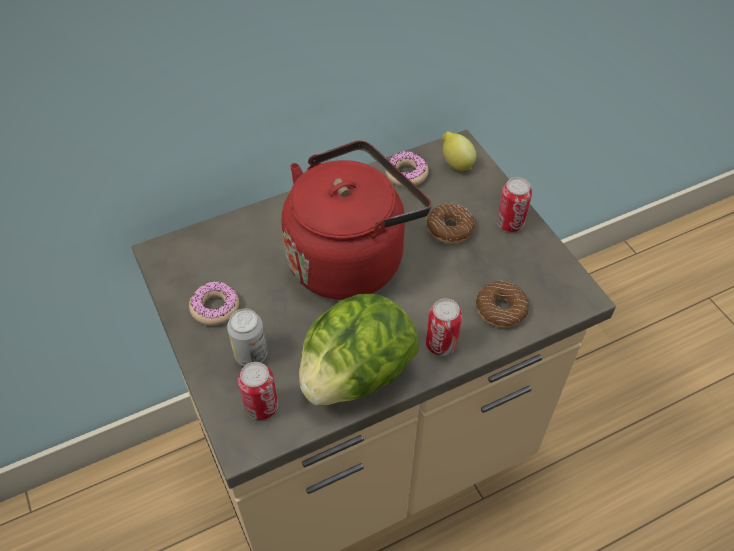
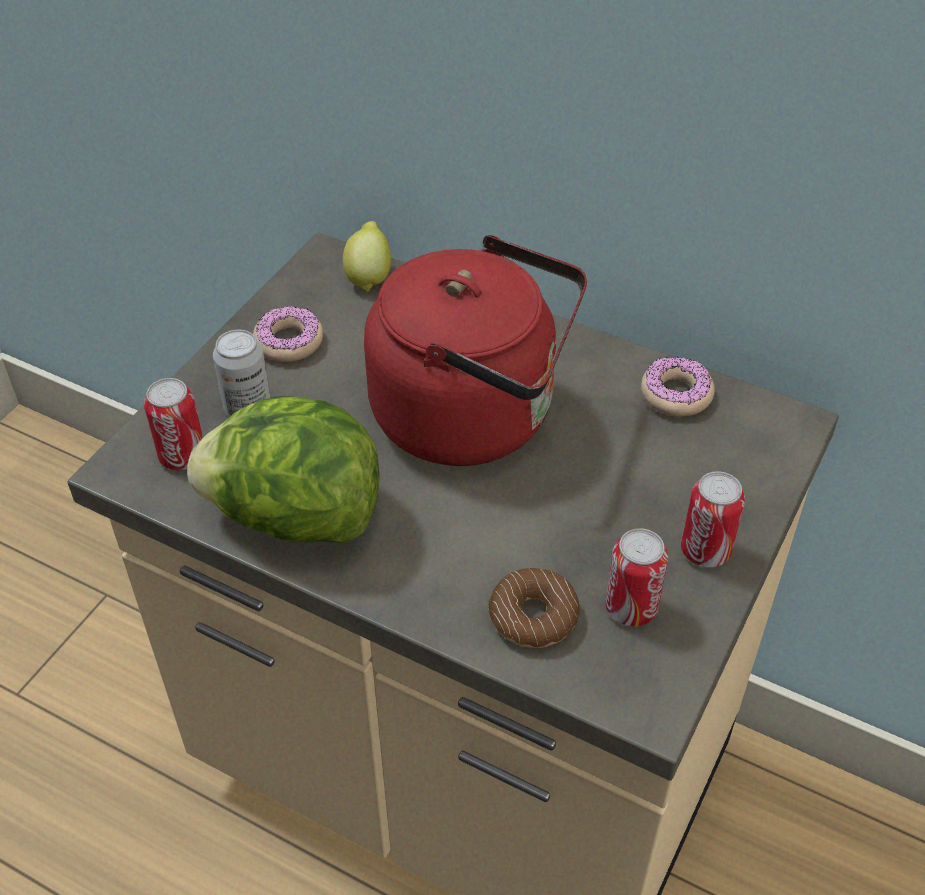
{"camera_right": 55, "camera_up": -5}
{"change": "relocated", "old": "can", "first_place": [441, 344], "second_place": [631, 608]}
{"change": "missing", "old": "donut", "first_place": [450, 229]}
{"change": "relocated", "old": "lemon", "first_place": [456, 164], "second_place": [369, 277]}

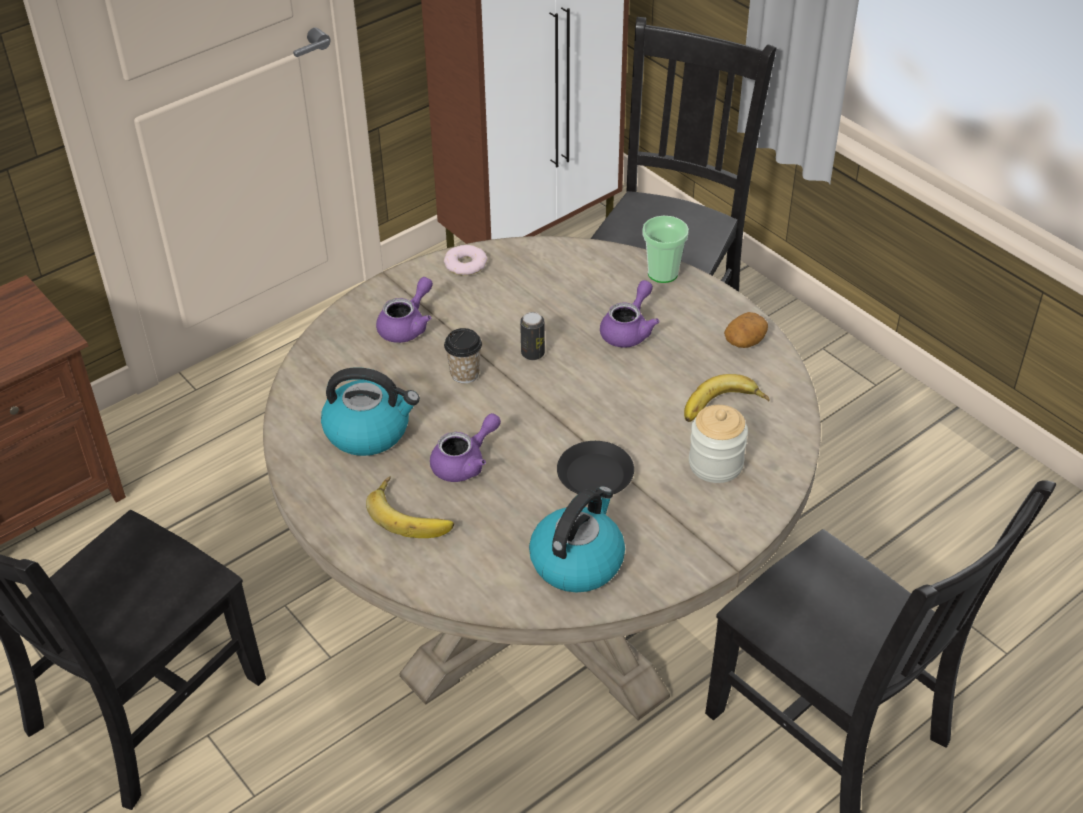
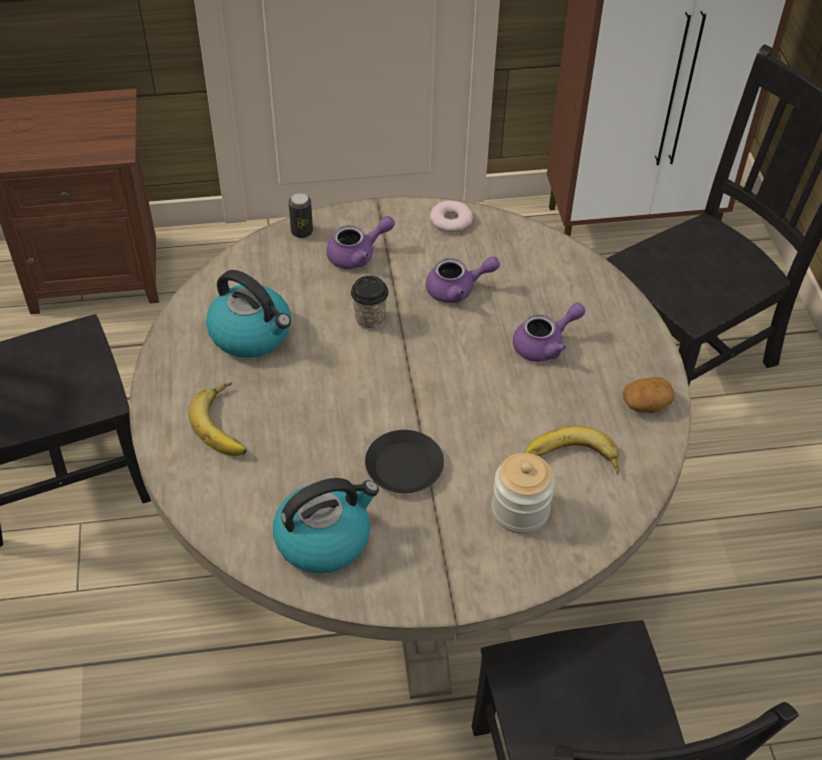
{"camera_right": 30, "camera_up": 5}
{"change": "relocated", "old": "purple_teapot", "first_place": [465, 463], "second_place": [457, 290]}
{"change": "relocated", "old": "can", "first_place": [533, 353], "second_place": [302, 231]}
{"change": "missing", "old": "cup", "first_place": [662, 273]}

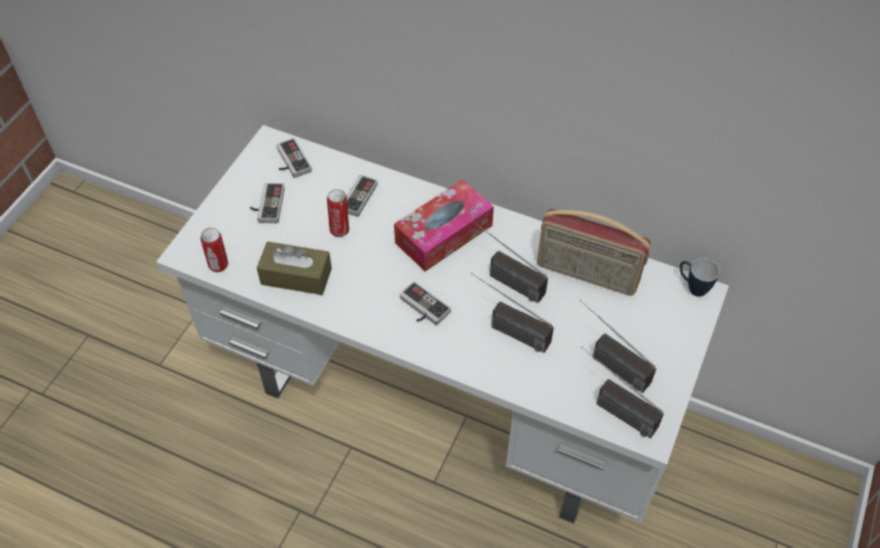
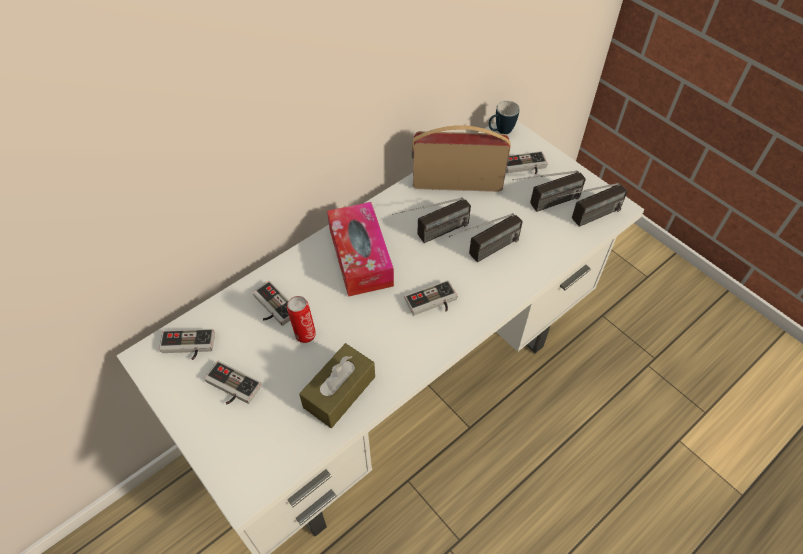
{"camera_right": -65, "camera_up": 0}
{"change": "missing", "old": "can", "first_place": [219, 265]}
{"change": "spun", "old": "radio", "first_place": [586, 275], "second_place": [457, 183], "degrees": -135}
{"change": "appeared", "new": "game_controller", "second_place": [525, 167]}

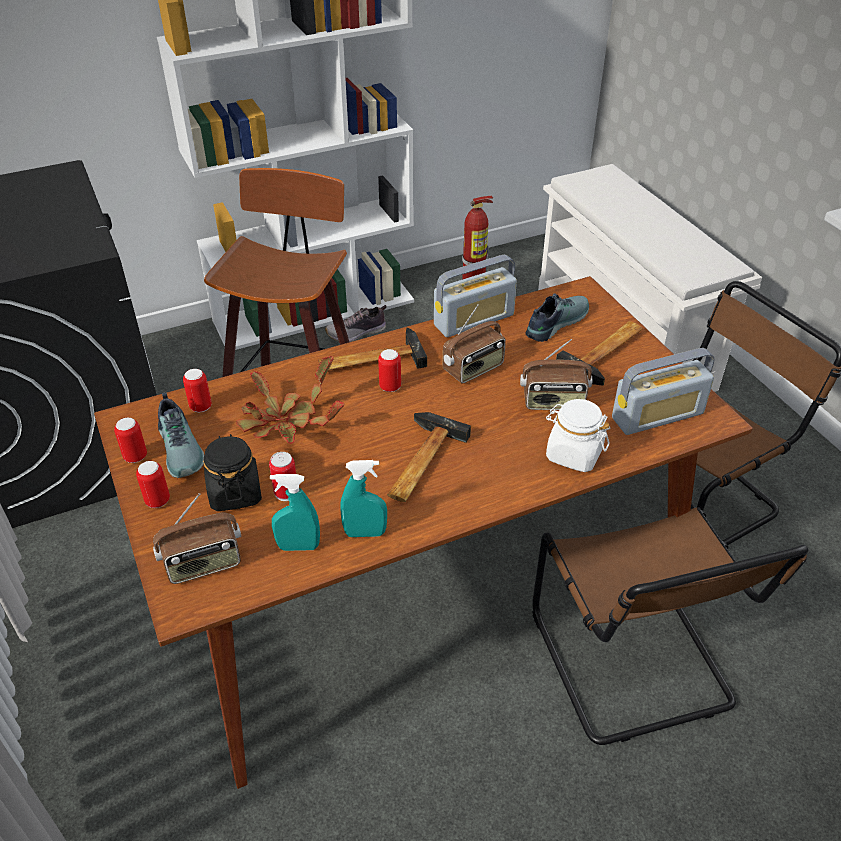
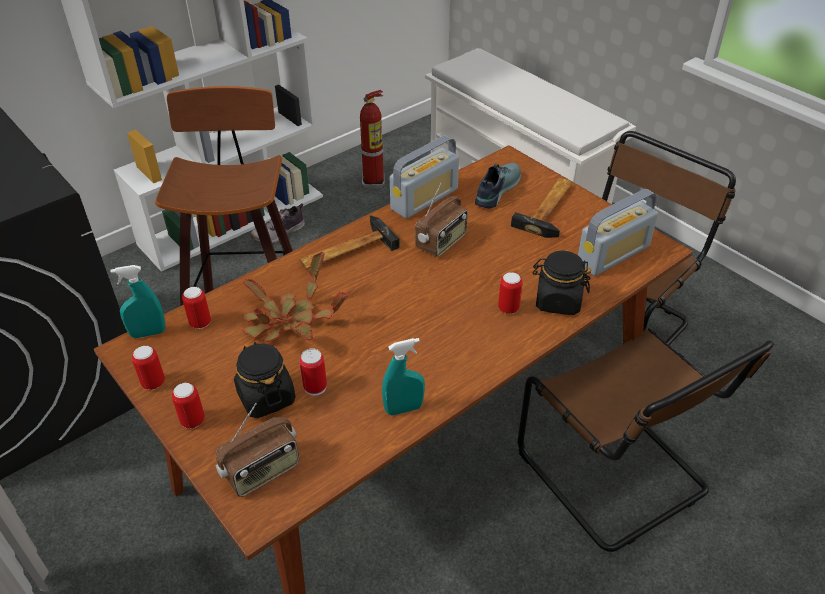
{"camera_right": -15, "camera_up": 0}
{"change": "missing", "old": "shoe", "first_place": [182, 448]}
{"change": "relocated", "old": "turquoise_spray_bottle", "first_place": [298, 546], "second_place": [148, 333]}
{"change": "relocated", "old": "can", "first_place": [390, 387], "second_place": [508, 308]}
{"change": "missing", "old": "hammer", "first_place": [419, 463]}
{"change": "missing", "old": "radio", "first_place": [553, 402]}
{"change": "colour", "old": "white_jar", "new": "black_jar", "first_place": [573, 454], "second_place": [557, 301]}

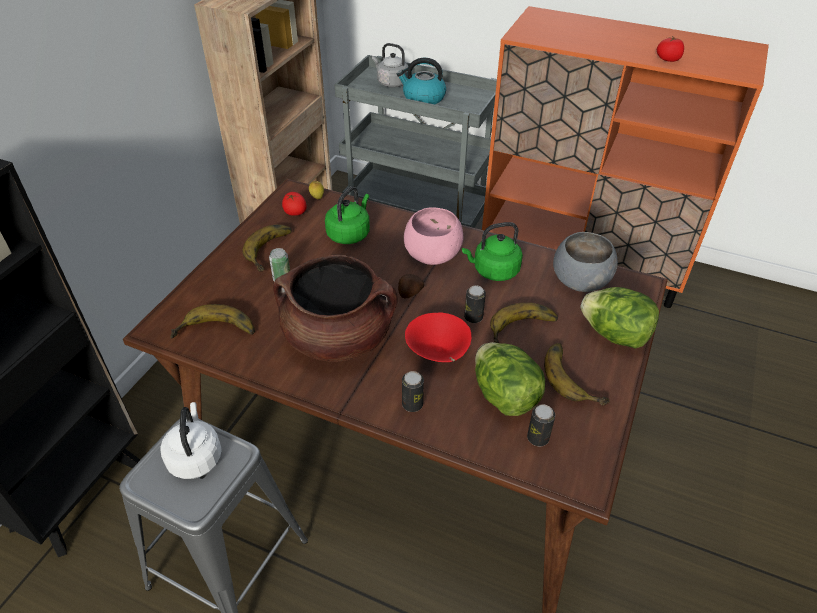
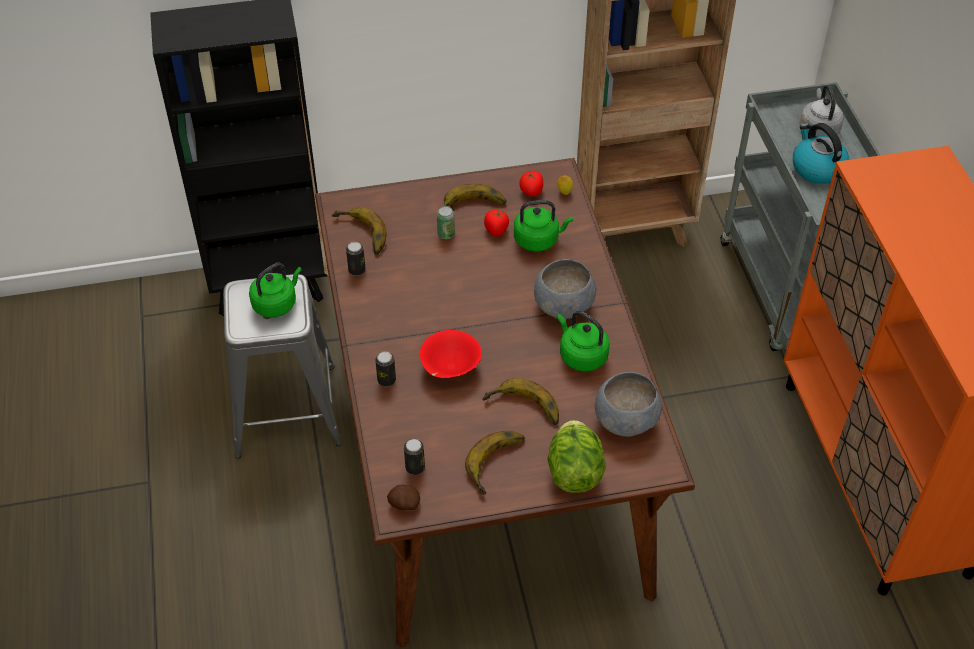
{"camera_right": 55, "camera_up": 5}
{"change": "colour", "old": "white_kettle", "new": "green_kettle", "first_place": [195, 457], "second_place": [276, 303]}
{"change": "missing", "old": "brown_cooking_pot", "first_place": [339, 338]}
{"change": "relocated", "old": "potato", "first_place": [409, 293], "second_place": [404, 504]}
{"change": "colour", "old": "pink_bowl", "new": "grey_bowl", "first_place": [431, 255], "second_place": [562, 305]}
{"change": "relocated", "old": "can", "first_place": [473, 317], "second_place": [357, 270]}
{"change": "missing", "old": "lettuce", "first_place": [504, 396]}
{"change": "relocated", "old": "tomato", "first_place": [668, 59], "second_place": [496, 230]}

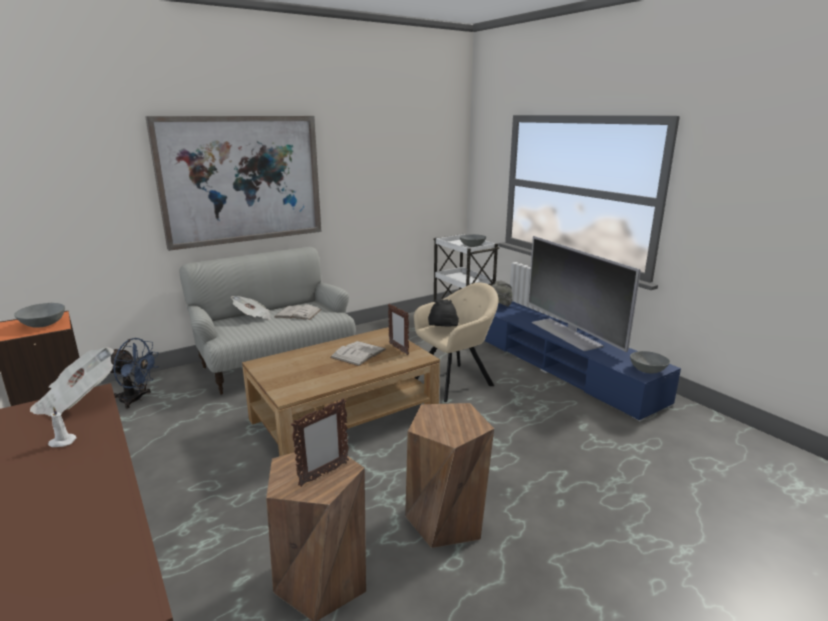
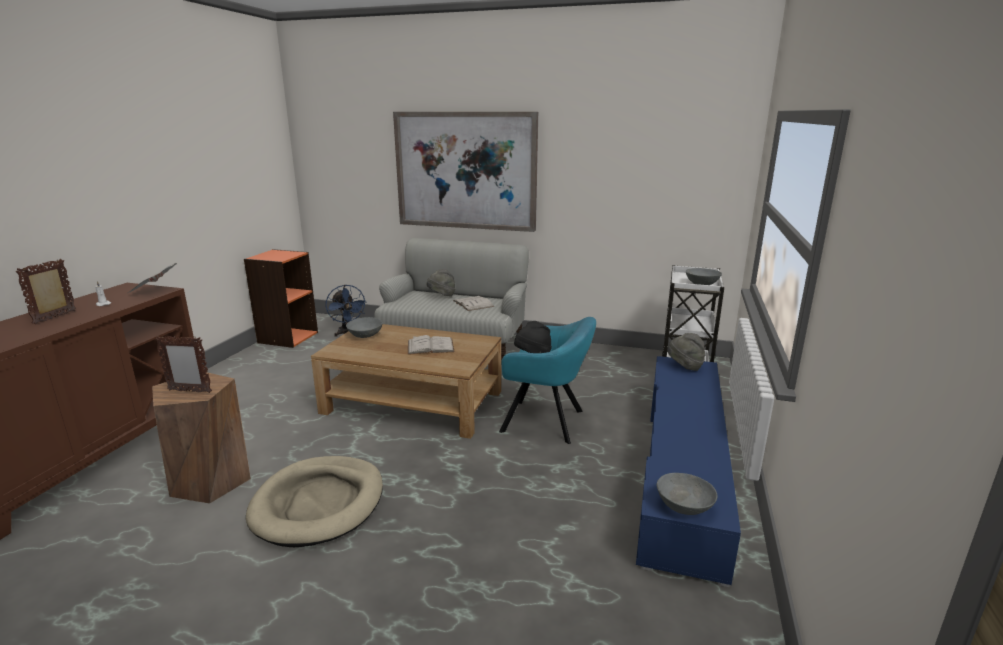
{"camera_right": 50, "camera_up": 0}
{"change": "relocated", "old": "grey_bowl", "first_place": [43, 324], "second_place": [365, 335]}
{"change": "exchanged", "old": "newspaper", "new": "grey_hat", "first_place": [253, 317], "second_place": [441, 296]}
{"change": "relocated", "old": "picture_frame", "first_place": [398, 349], "second_place": [56, 317]}
{"change": "exchanged", "old": "brown_stool", "new": "beige_dog_bed", "first_place": [446, 519], "second_place": [319, 504]}
{"change": "colour", "old": "beige_armchair", "new": "turquoise_armchair", "first_place": [456, 381], "second_place": [546, 421]}
{"change": "missing", "old": "television", "first_place": [566, 333]}

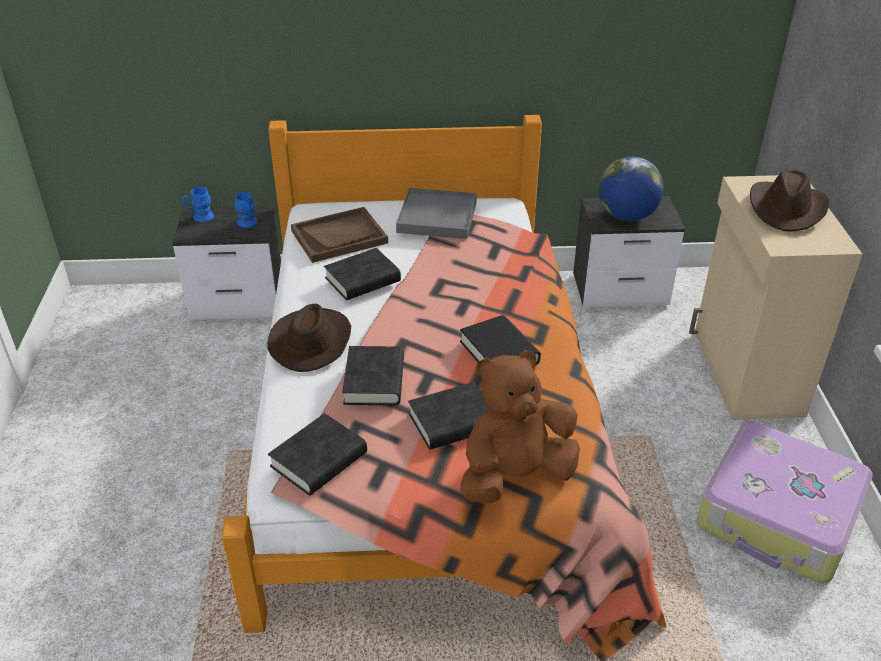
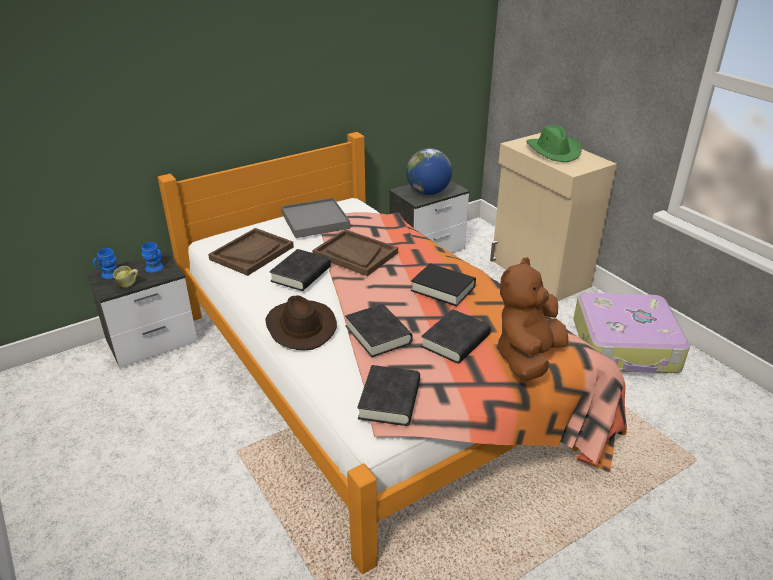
{"camera_right": -30, "camera_up": -5}
{"change": "colour", "old": "brown_hat", "new": "green_hat", "first_place": [787, 209], "second_place": [554, 151]}
{"change": "appeared", "new": "mug", "second_place": [129, 285]}
{"change": "appeared", "new": "brown_tray", "second_place": [355, 254]}

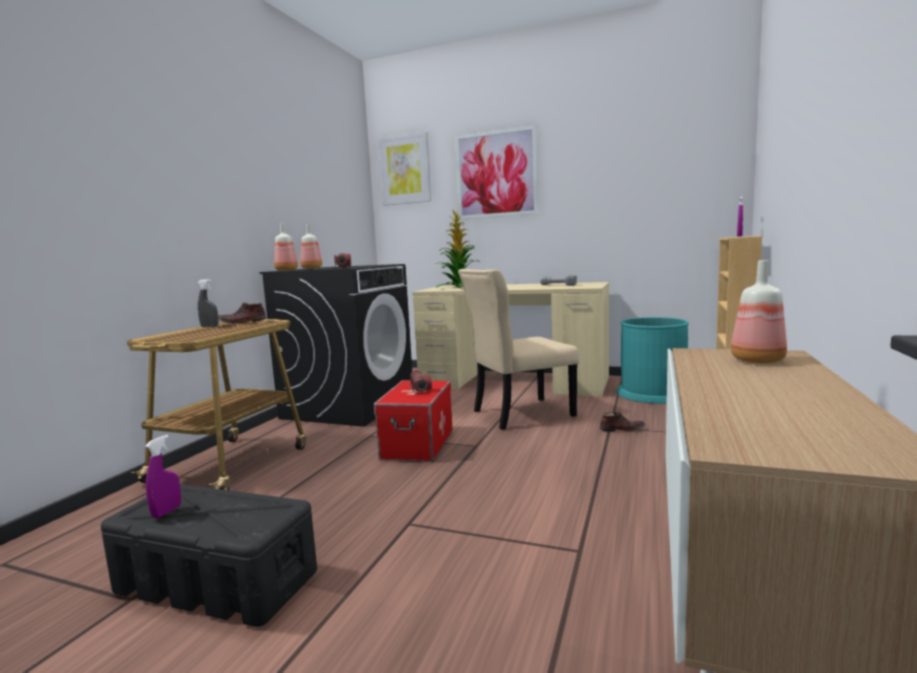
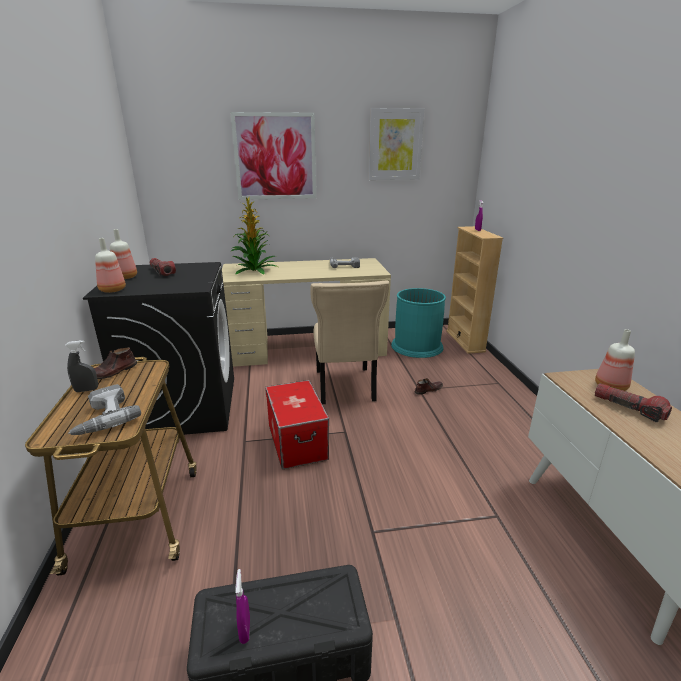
{"camera_right": -30, "camera_up": 15}
{"change": "relocated", "old": "picture", "first_place": [405, 169], "second_place": [395, 145]}
{"change": "relocated", "old": "flashlight", "first_place": [419, 387], "second_place": [629, 408]}
{"change": "spun", "old": "beige_chair", "first_place": [519, 414], "second_place": [345, 387], "degrees": -45}
{"change": "appeared", "new": "power_drill", "second_place": [102, 417]}

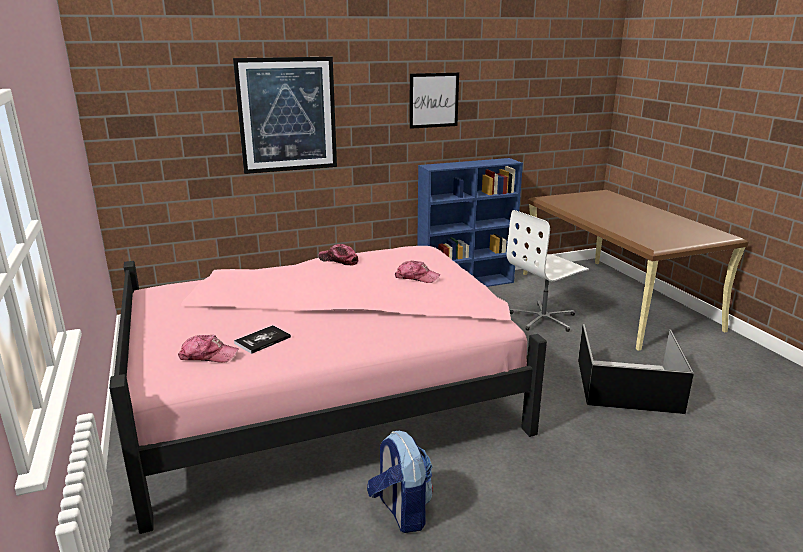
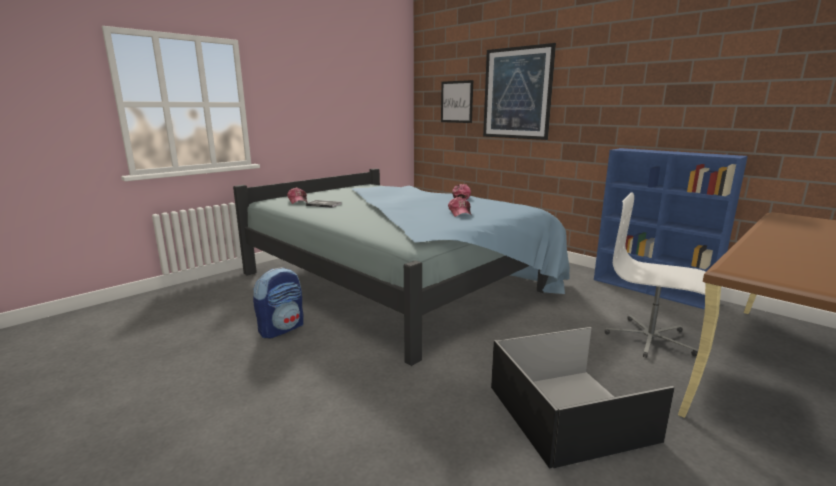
{"camera_right": 65, "camera_up": -5}
{"change": "colour", "old": "pink_bed", "new": "blue_bed", "first_place": [330, 391], "second_place": [400, 281]}
{"change": "relocated", "old": "picture", "first_place": [433, 100], "second_place": [456, 102]}

